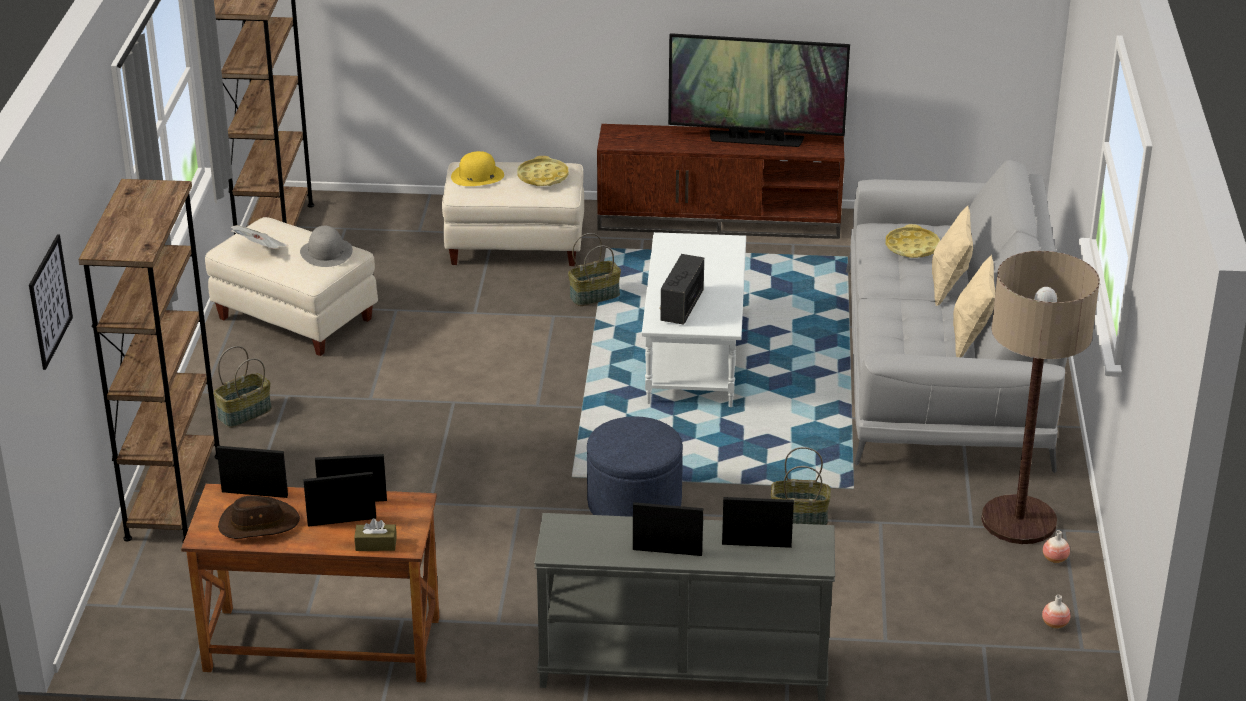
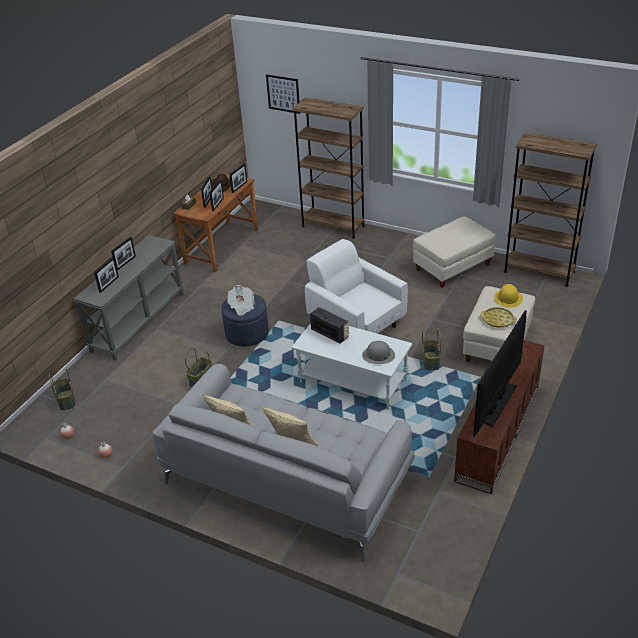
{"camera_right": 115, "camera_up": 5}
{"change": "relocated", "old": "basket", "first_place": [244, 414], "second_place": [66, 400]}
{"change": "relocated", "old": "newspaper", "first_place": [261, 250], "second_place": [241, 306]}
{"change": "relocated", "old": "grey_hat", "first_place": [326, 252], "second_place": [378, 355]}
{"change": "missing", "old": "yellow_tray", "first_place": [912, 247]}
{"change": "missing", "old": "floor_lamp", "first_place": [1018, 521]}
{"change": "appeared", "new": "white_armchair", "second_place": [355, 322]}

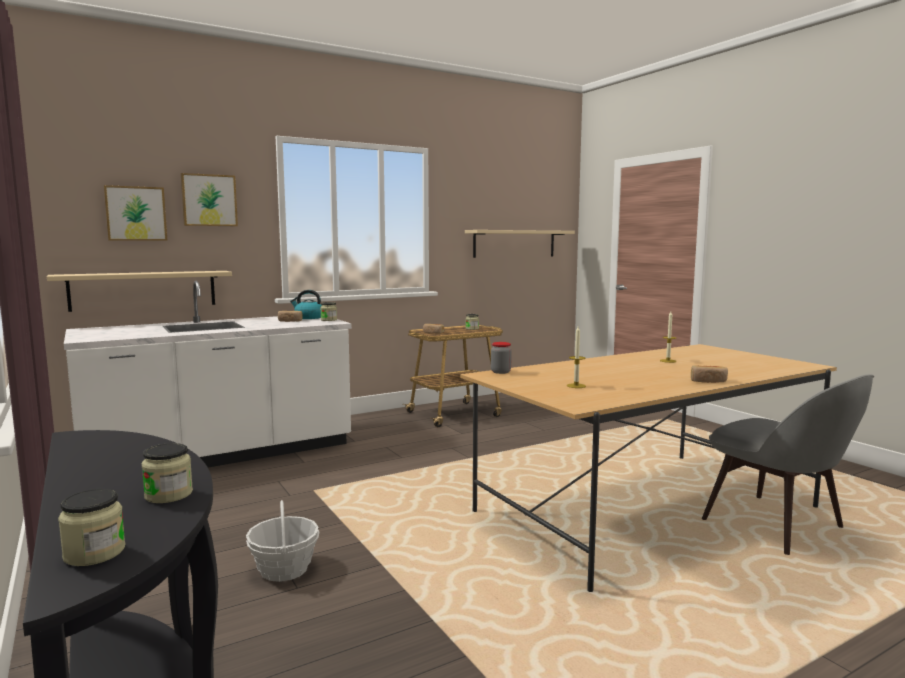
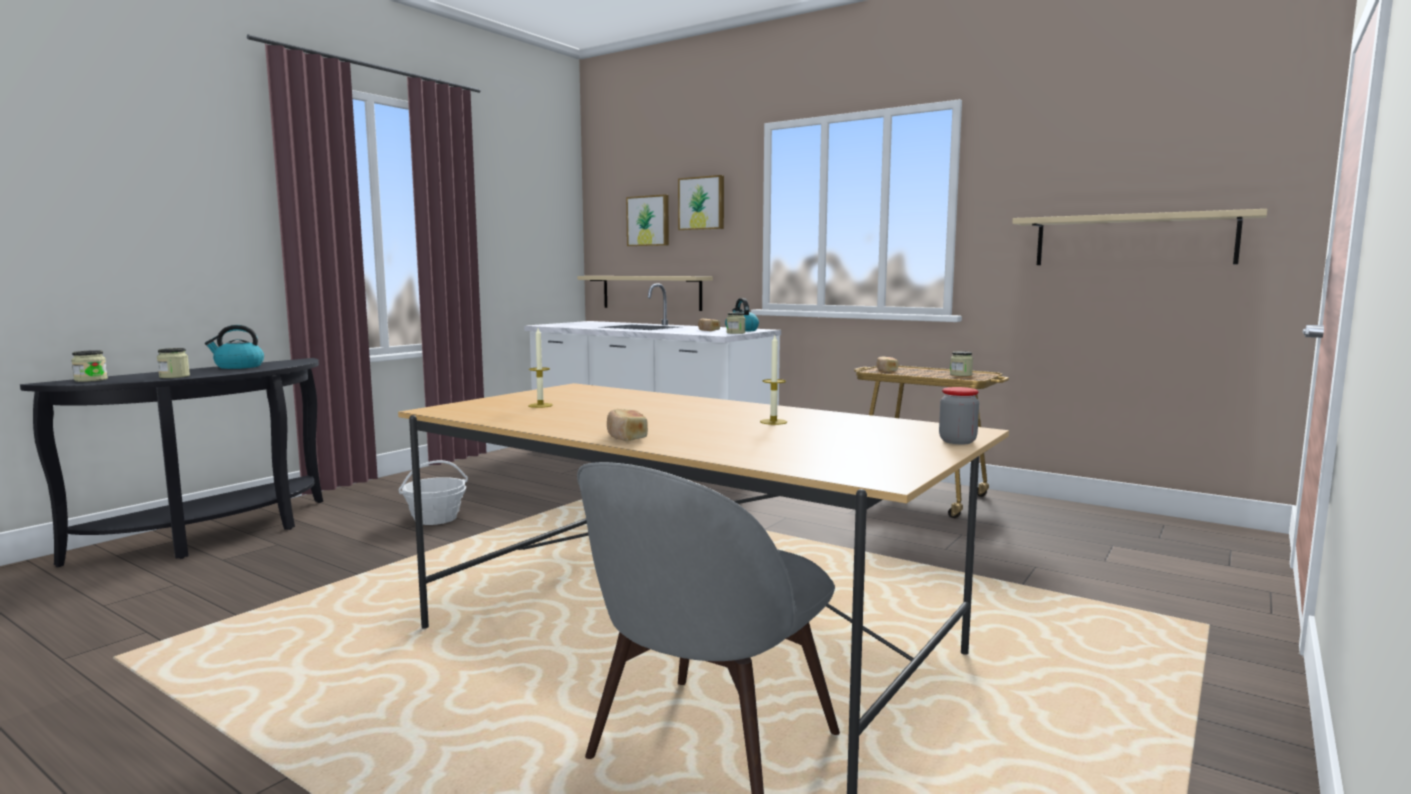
{"camera_right": 65, "camera_up": 0}
{"change": "relocated", "old": "jar", "first_place": [500, 372], "second_place": [957, 441]}
{"change": "appeared", "new": "kettle", "second_place": [238, 367]}

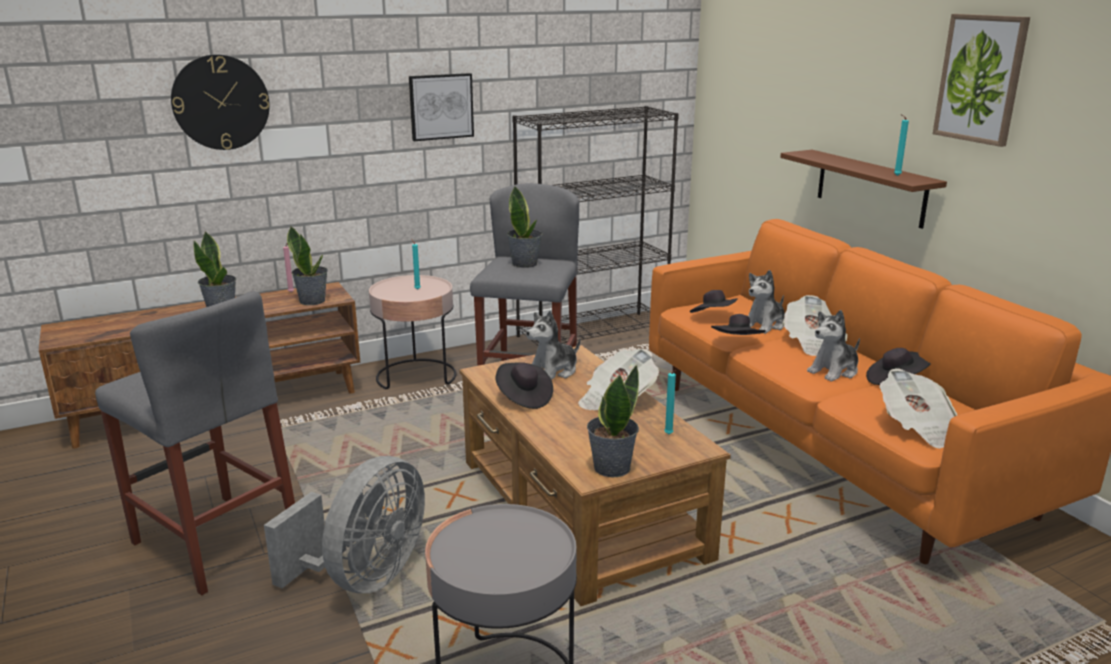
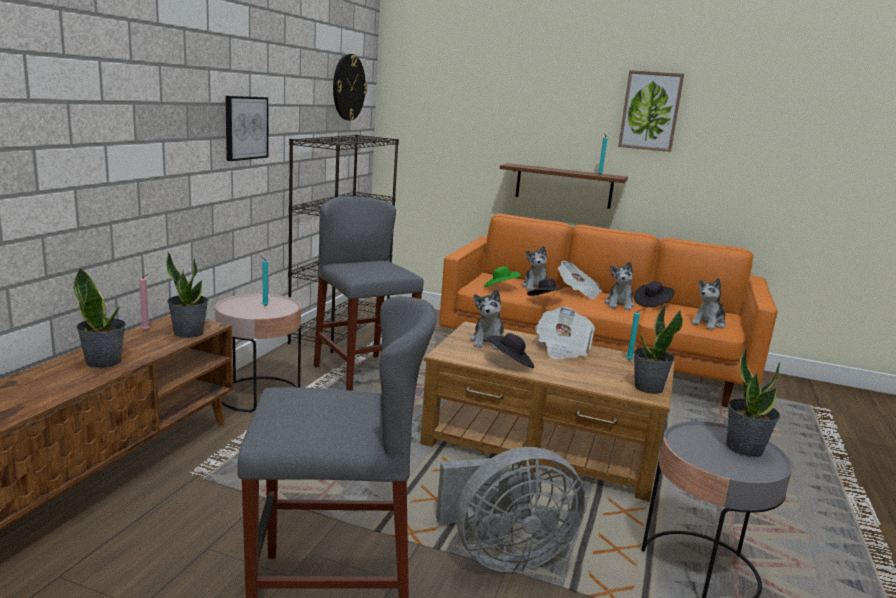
{"camera_right": -45, "camera_up": -5}
{"change": "relocated", "old": "wall_clock", "first_place": [221, 102], "second_place": [348, 87]}
{"change": "spun", "old": "grey_fan", "first_place": [364, 578], "second_place": [503, 555], "degrees": 90}
{"change": "relocated", "old": "potted_plant", "first_place": [525, 264], "second_place": [744, 448]}
{"change": "colour", "old": "black_hat", "new": "green_hat", "first_place": [713, 317], "second_place": [500, 288]}
{"change": "exchanged", "old": "newspaper", "new": "plush_toy", "first_place": [917, 428], "second_place": [708, 324]}

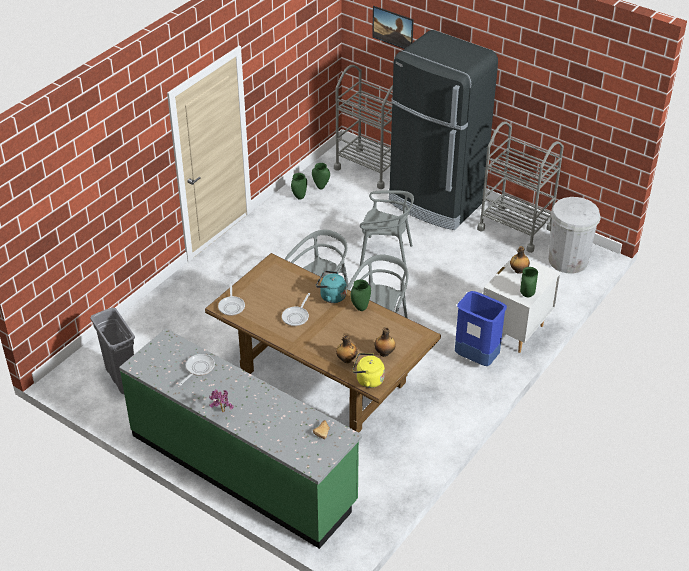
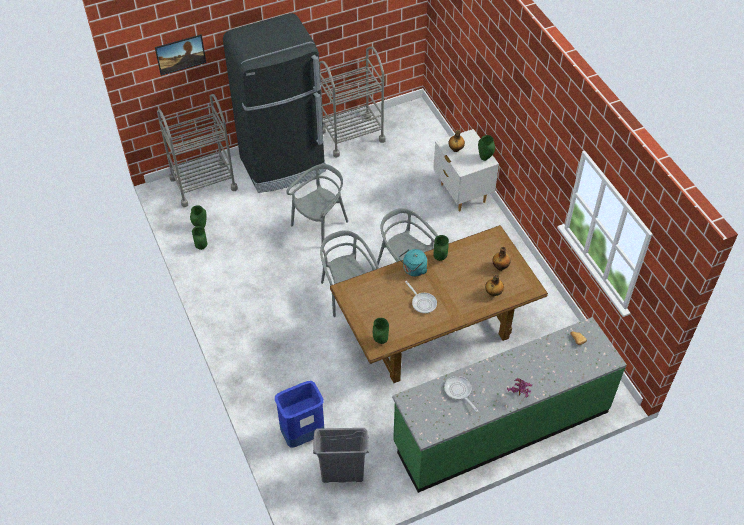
{"camera_right": -60, "camera_up": 10}
{"change": "exchanged", "old": "frying_pan", "new": "green_vase", "first_place": [231, 306], "second_place": [380, 340]}
{"change": "missing", "old": "yellow_kettle", "first_place": [368, 380]}
{"change": "relocated", "old": "blue_trash_can", "first_place": [476, 358], "second_place": [302, 434]}
{"change": "missing", "old": "white_trash_can", "first_place": [568, 260]}

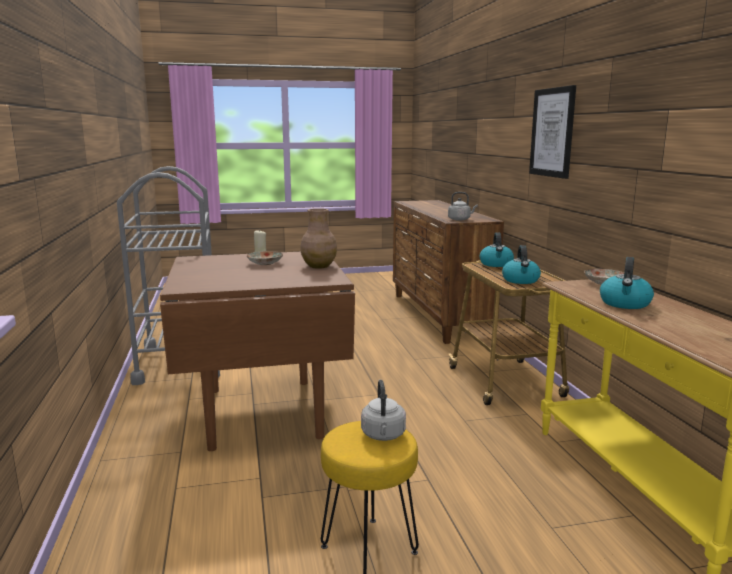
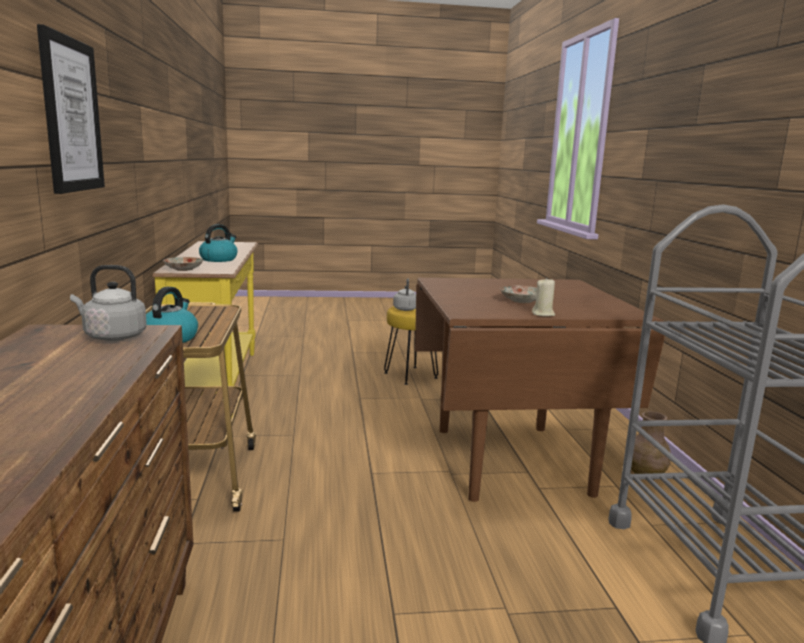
{"camera_right": -175, "camera_up": 0}
{"change": "relocated", "old": "brown_vase", "first_place": [318, 266], "second_place": [646, 475]}
{"change": "missing", "old": "kettle", "first_place": [521, 280]}

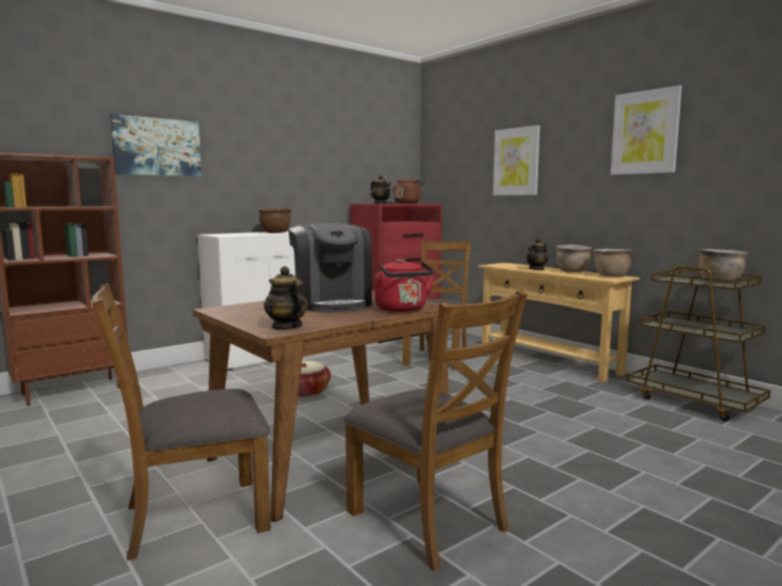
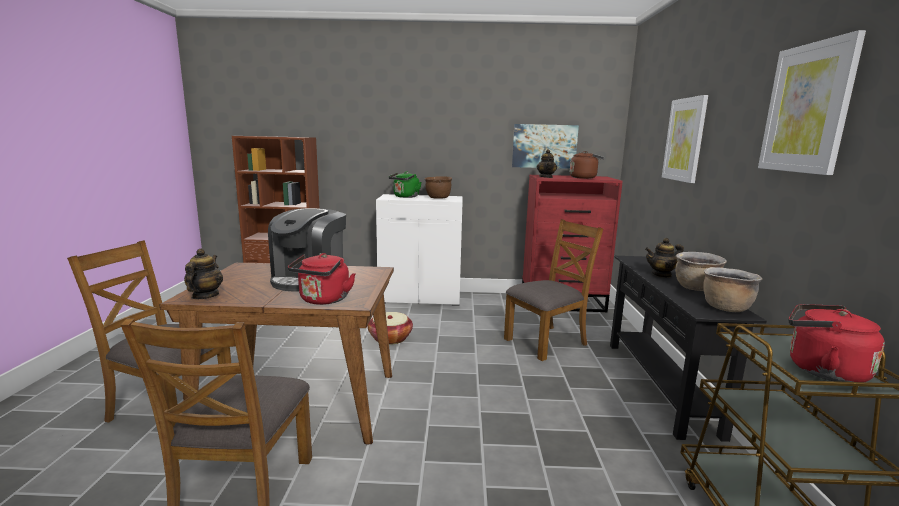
{"camera_right": 40, "camera_up": 5}
{"change": "relocated", "old": "picture", "first_place": [157, 147], "second_place": [544, 146]}
{"change": "colour", "old": "beige_console_table", "new": "black_console_table", "first_place": [548, 361], "second_place": [659, 385]}
{"change": "exchanged", "old": "brown_cooking_pot", "new": "red_kettle", "first_place": [719, 282], "second_place": [821, 370]}
{"change": "appeared", "new": "green_kettle", "second_place": [405, 197]}

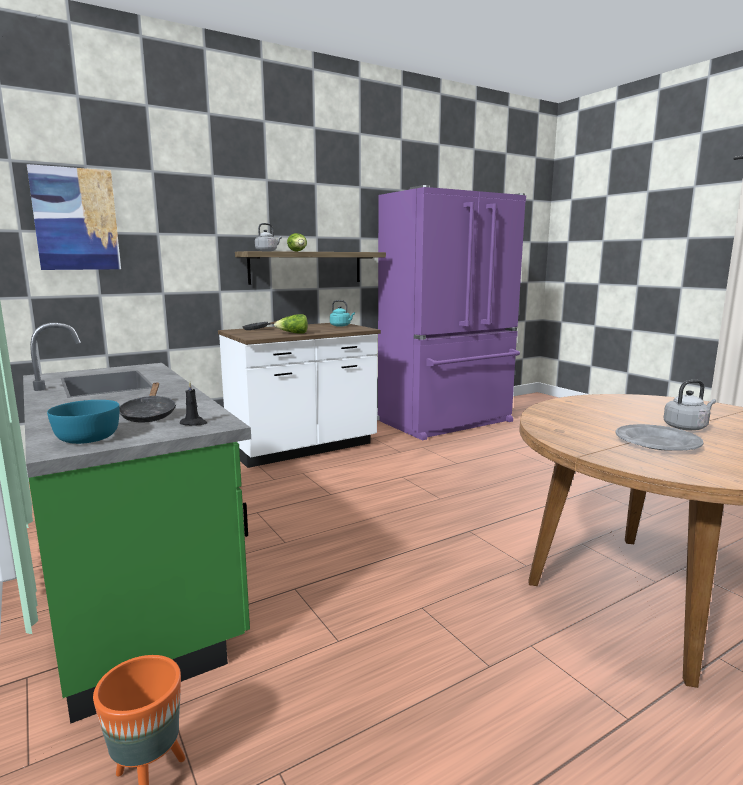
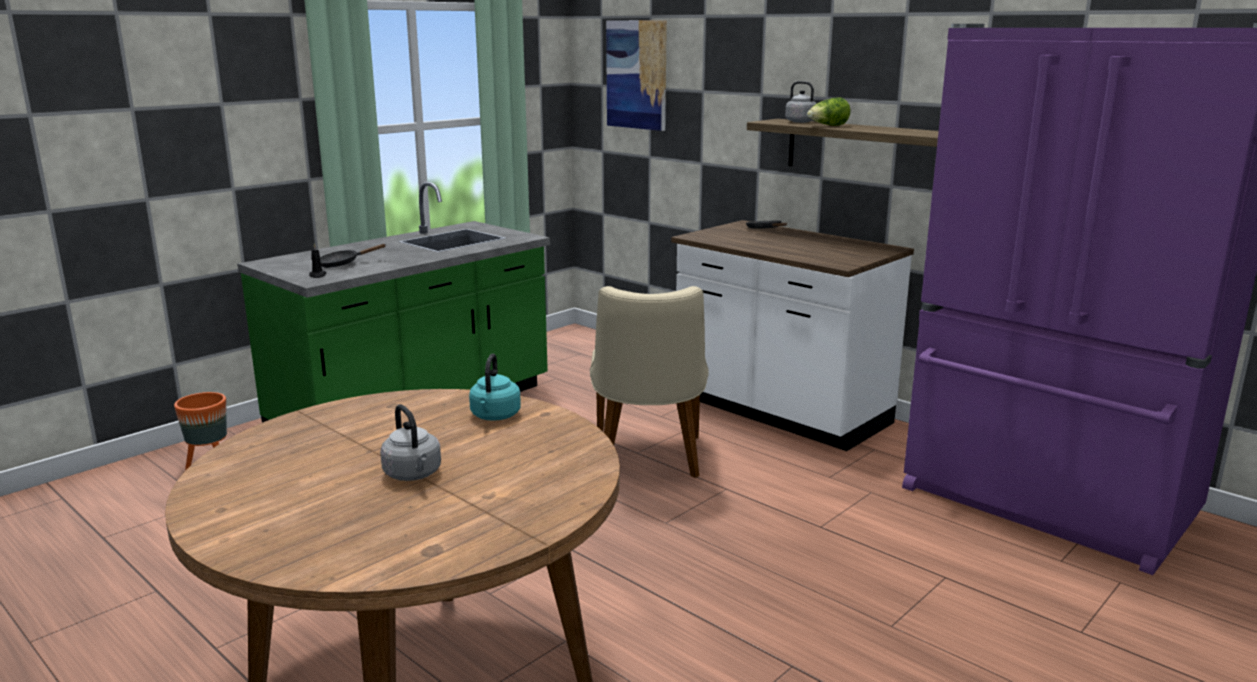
{"camera_right": 75, "camera_up": 5}
{"change": "missing", "old": "turquoise_bowl", "first_place": [86, 438]}
{"change": "missing", "old": "lettuce", "first_place": [293, 333]}
{"change": "relocated", "old": "turquoise_kettle", "first_place": [341, 326], "second_place": [495, 416]}
{"change": "missing", "old": "grey_plate", "first_place": [657, 442]}
{"change": "appeared", "new": "beige_chair", "second_place": [648, 461]}

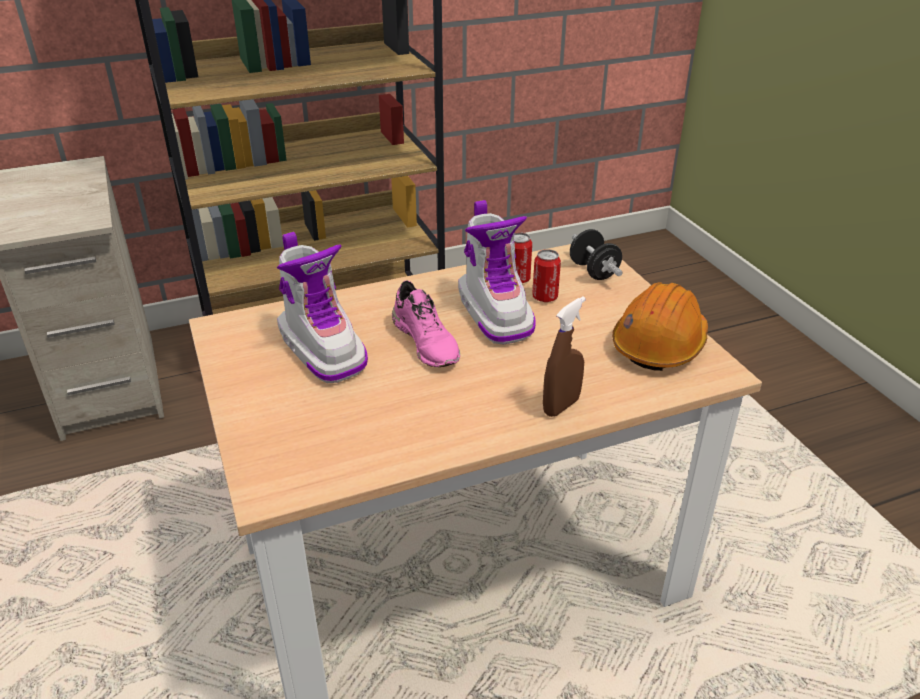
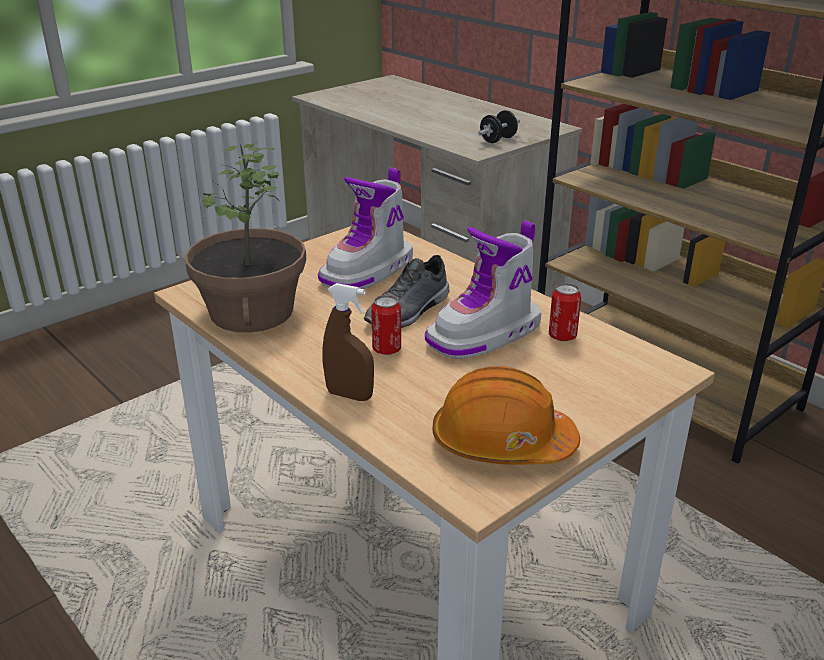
{"camera_right": 70, "camera_up": -5}
{"change": "colour", "old": "pink_shoe", "new": "grey_shoe", "first_place": [427, 342], "second_place": [409, 311]}
{"change": "relocated", "old": "can", "first_place": [545, 297], "second_place": [386, 349]}
{"change": "relocated", "old": "black_dumbbell", "first_place": [593, 271], "second_place": [498, 140]}
{"change": "appeared", "new": "potted_plant", "second_place": [250, 312]}

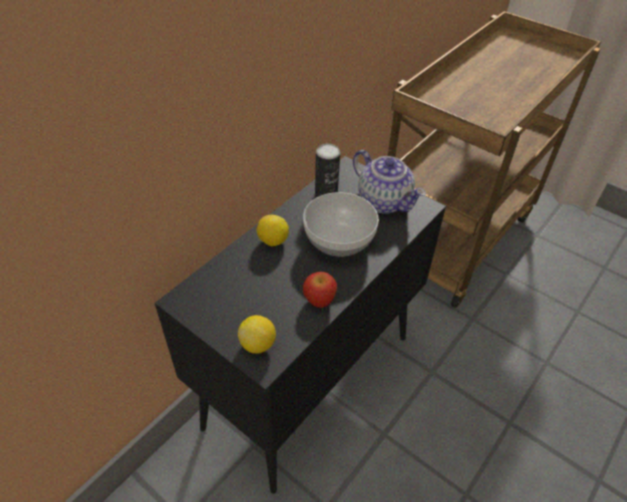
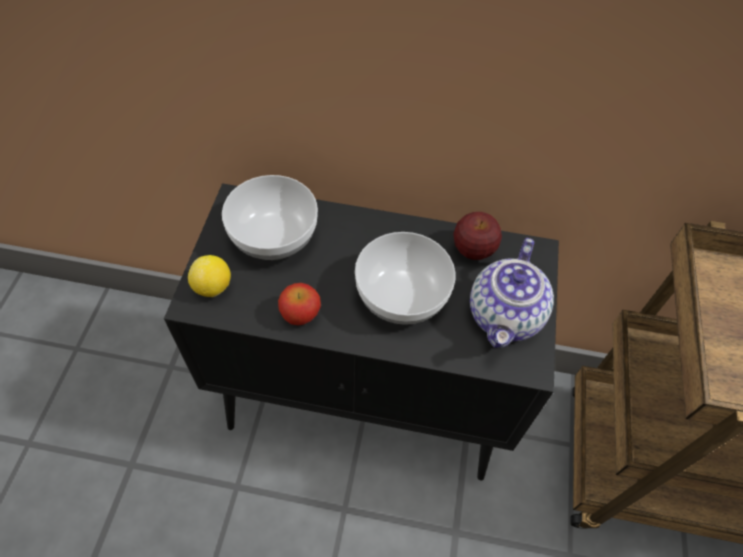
{"camera_right": 60, "camera_up": 10}
{"change": "missing", "old": "lemon", "first_place": [272, 241]}
{"change": "exchanged", "old": "can", "new": "apple", "first_place": [326, 193], "second_place": [473, 249]}
{"change": "appeared", "new": "bowl", "second_place": [273, 235]}

